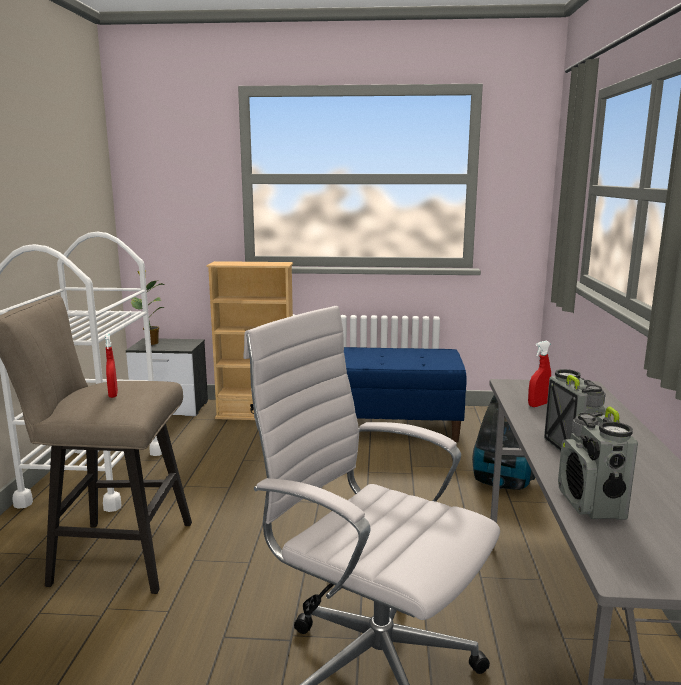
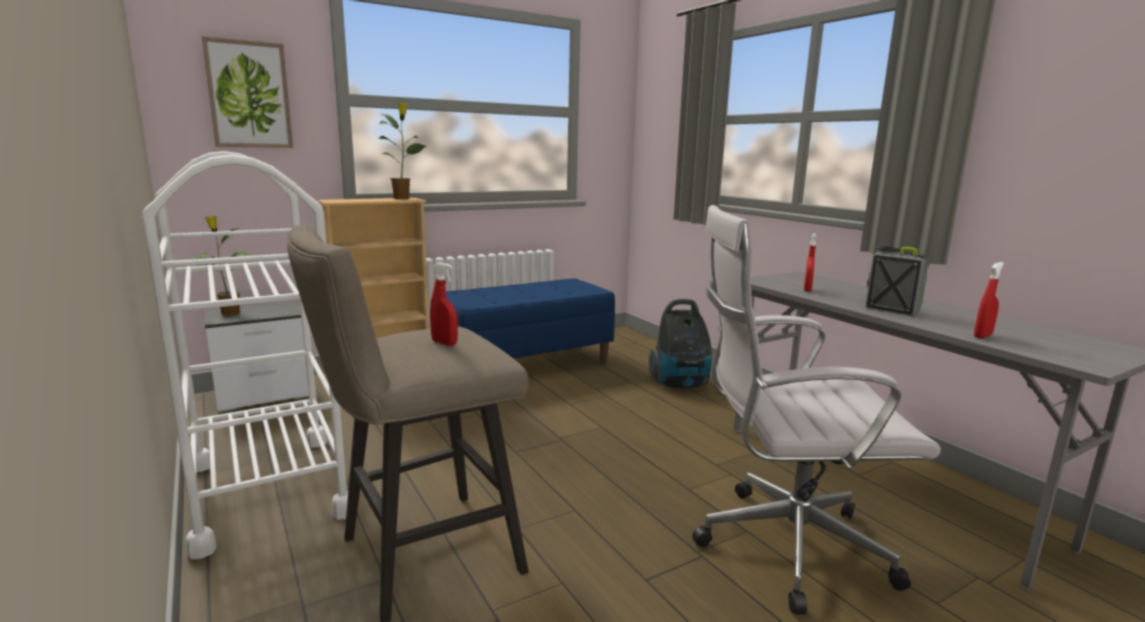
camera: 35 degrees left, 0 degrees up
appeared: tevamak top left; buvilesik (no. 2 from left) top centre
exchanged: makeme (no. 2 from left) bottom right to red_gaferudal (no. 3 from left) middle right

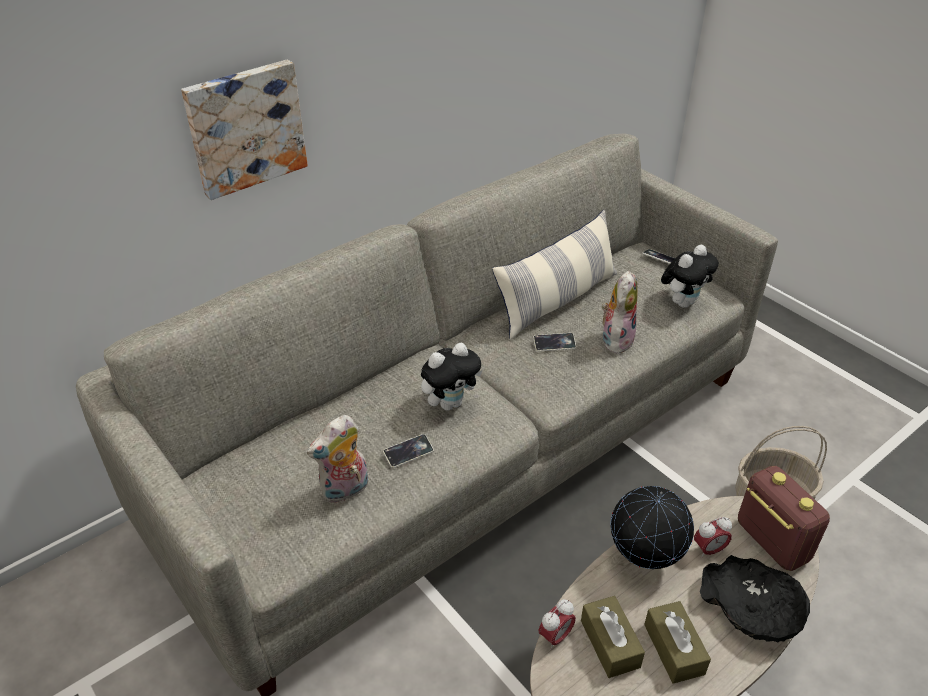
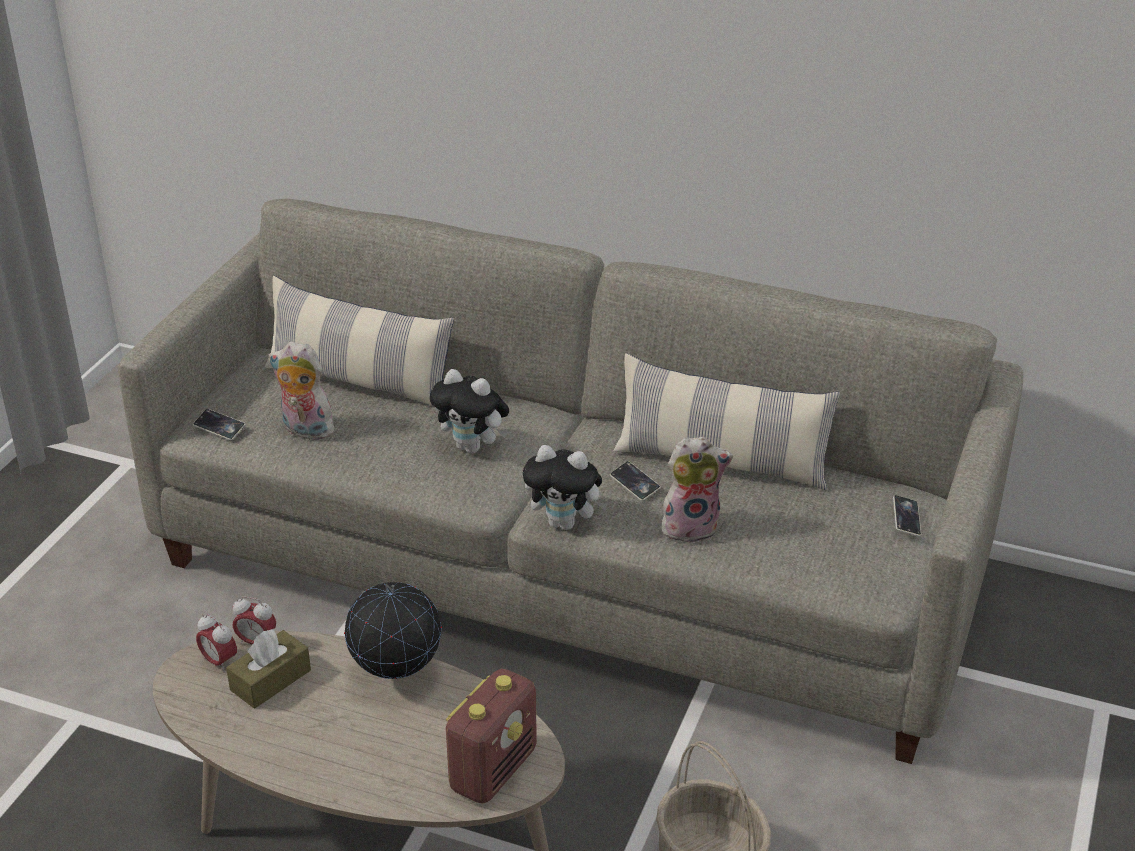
camera: 60 degrees right, 5 degrees down
missing: tevamak top left; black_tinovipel bottom right; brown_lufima (no. 2 from left) bottom right
appeared: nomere (no. 1 from left) middle left
relocated: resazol (no. 4 from left in the first image) middle right to resazol (no. 3 from left) centre; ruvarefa (no. 1 from left) centre to middle left; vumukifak (no. 2 from left in the first image) bottom right to vumukifak (no. 1 from left) bottom left

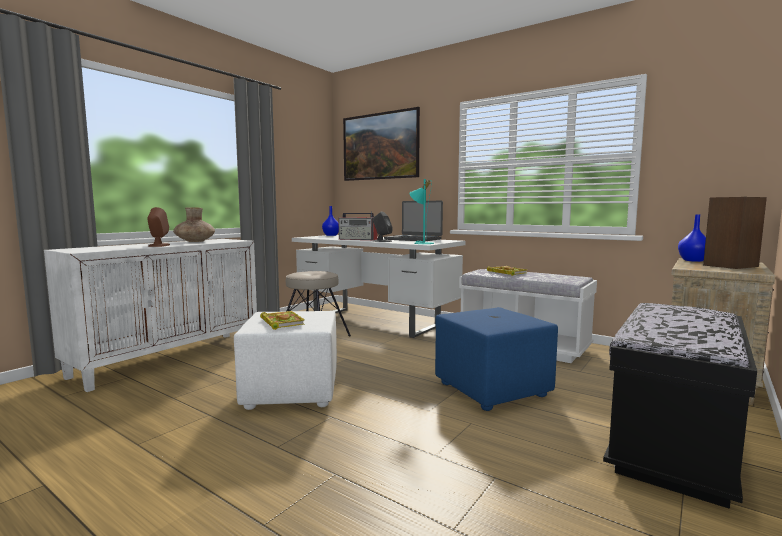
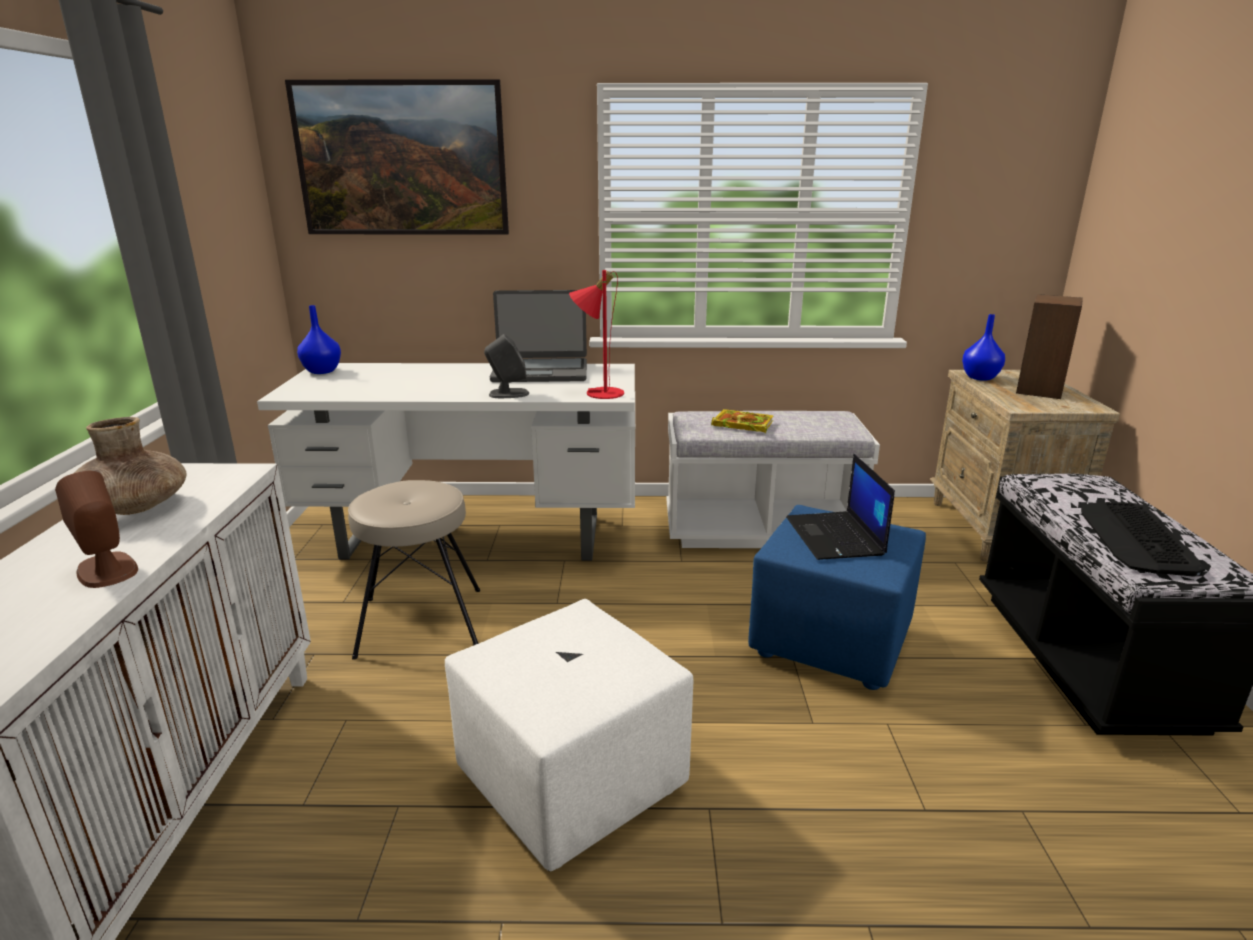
camera: 35 degrees left, 15 degrees up
missing: makeme centre; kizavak (no. 1 from left) centre
appeared: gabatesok (no. 2 from left) middle right; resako middle right
colour: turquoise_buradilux centre to red_buradilux centre

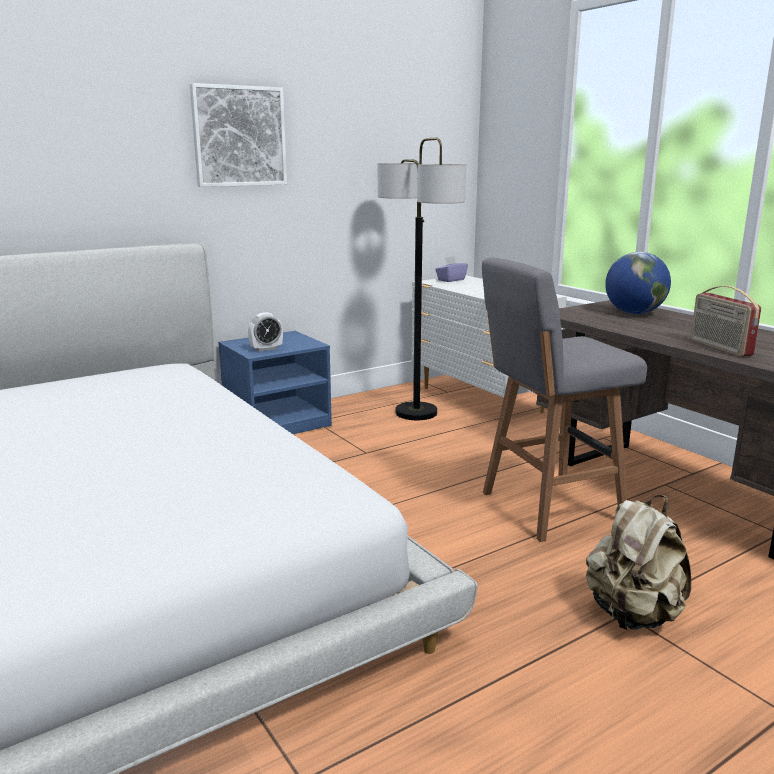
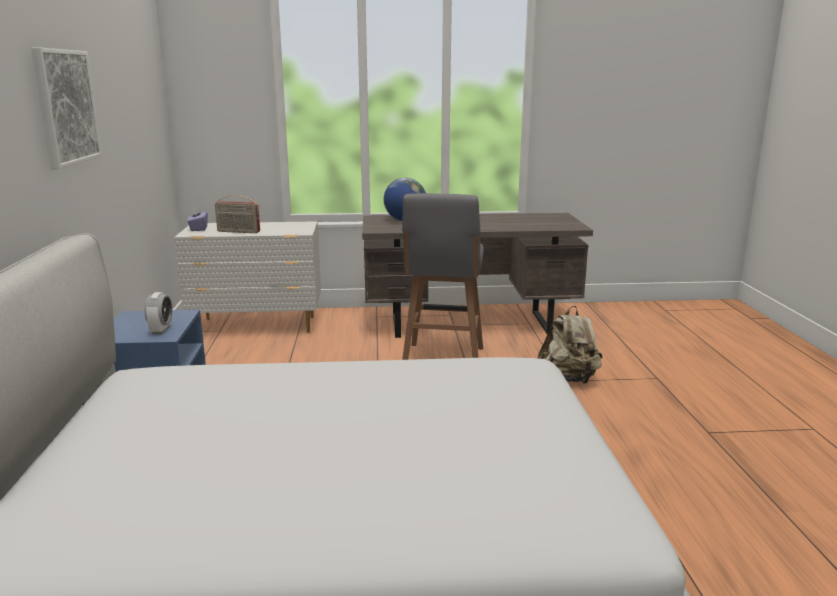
camera: 60 degrees left, 0 degrees up
missing: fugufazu centre
relocated: makeme middle right to middle left

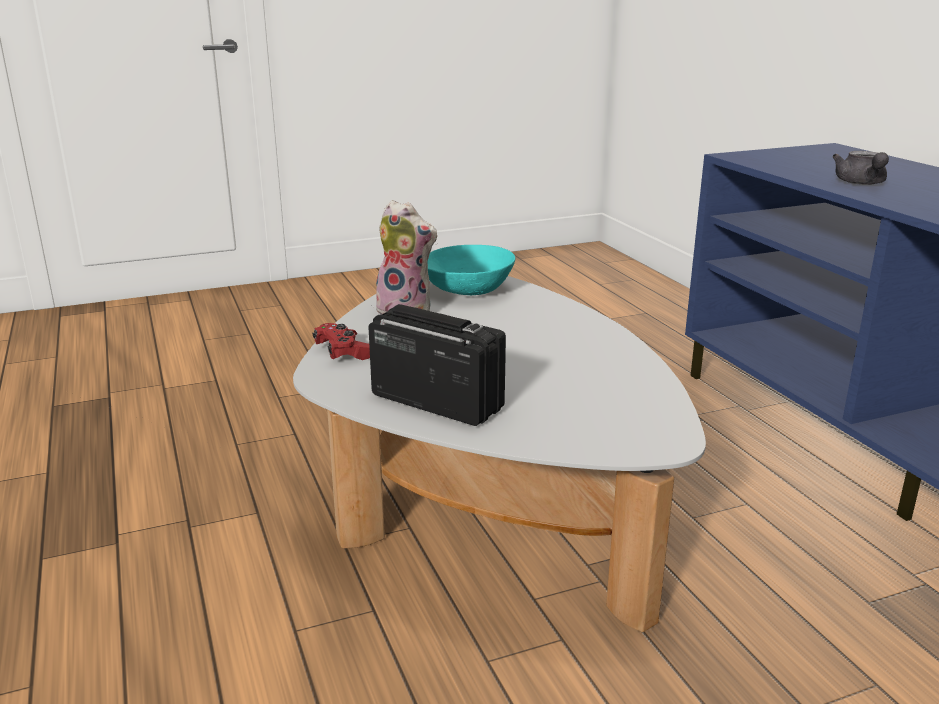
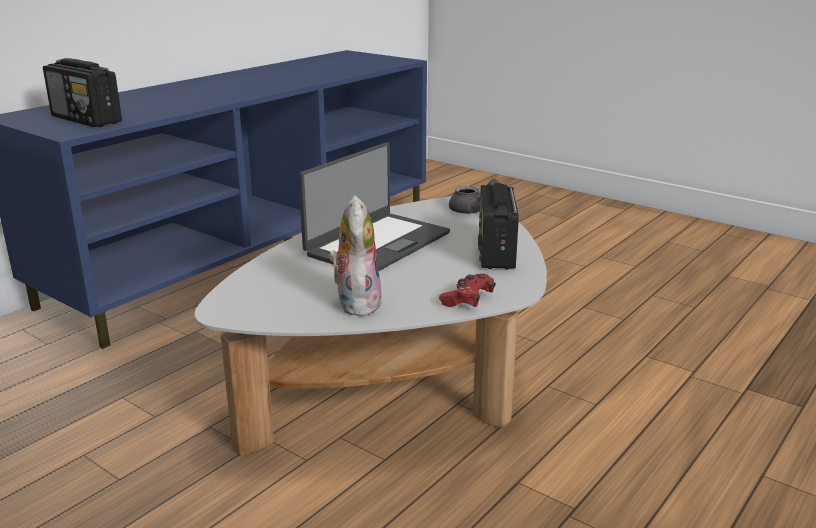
camera: 120 degrees left, 0 degrees up
missing: turquoise_tinovipel centre
appeared: makeme (no. 1 from left) top left; gabatesok centre
relocated: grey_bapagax top right to centre

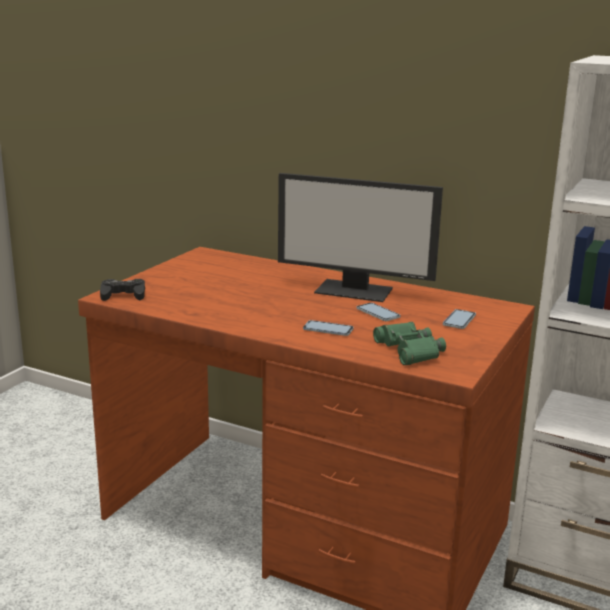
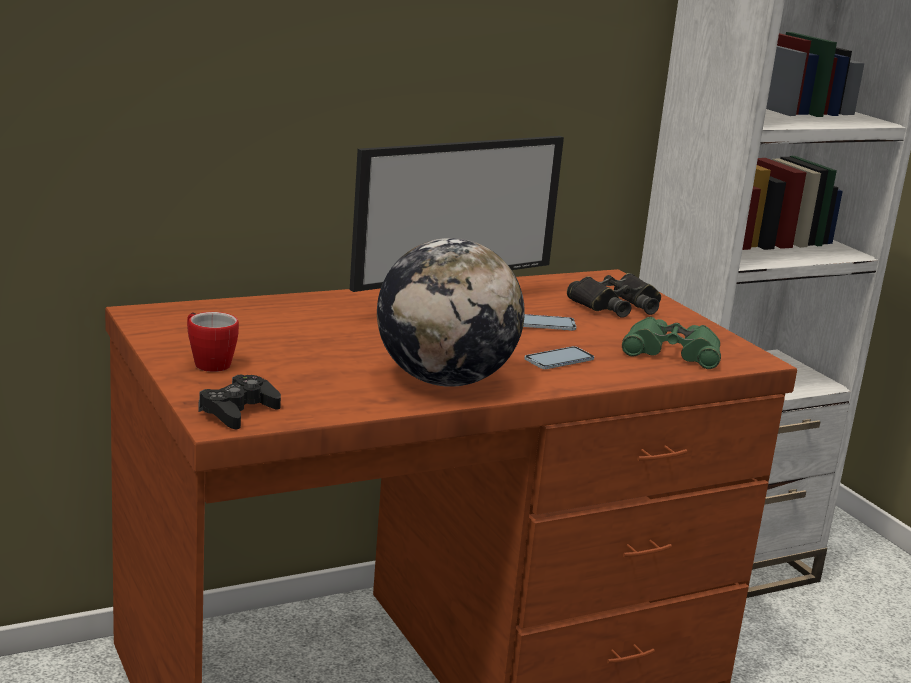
camera: 55 degrees left, 0 degrees up
appeared: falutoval centre; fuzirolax middle left
exchanged: ruvarefa (no. 3 from left) middle right to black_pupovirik middle right

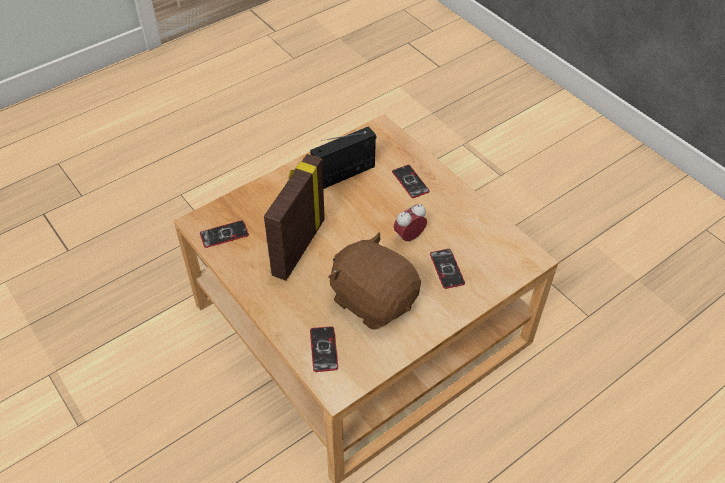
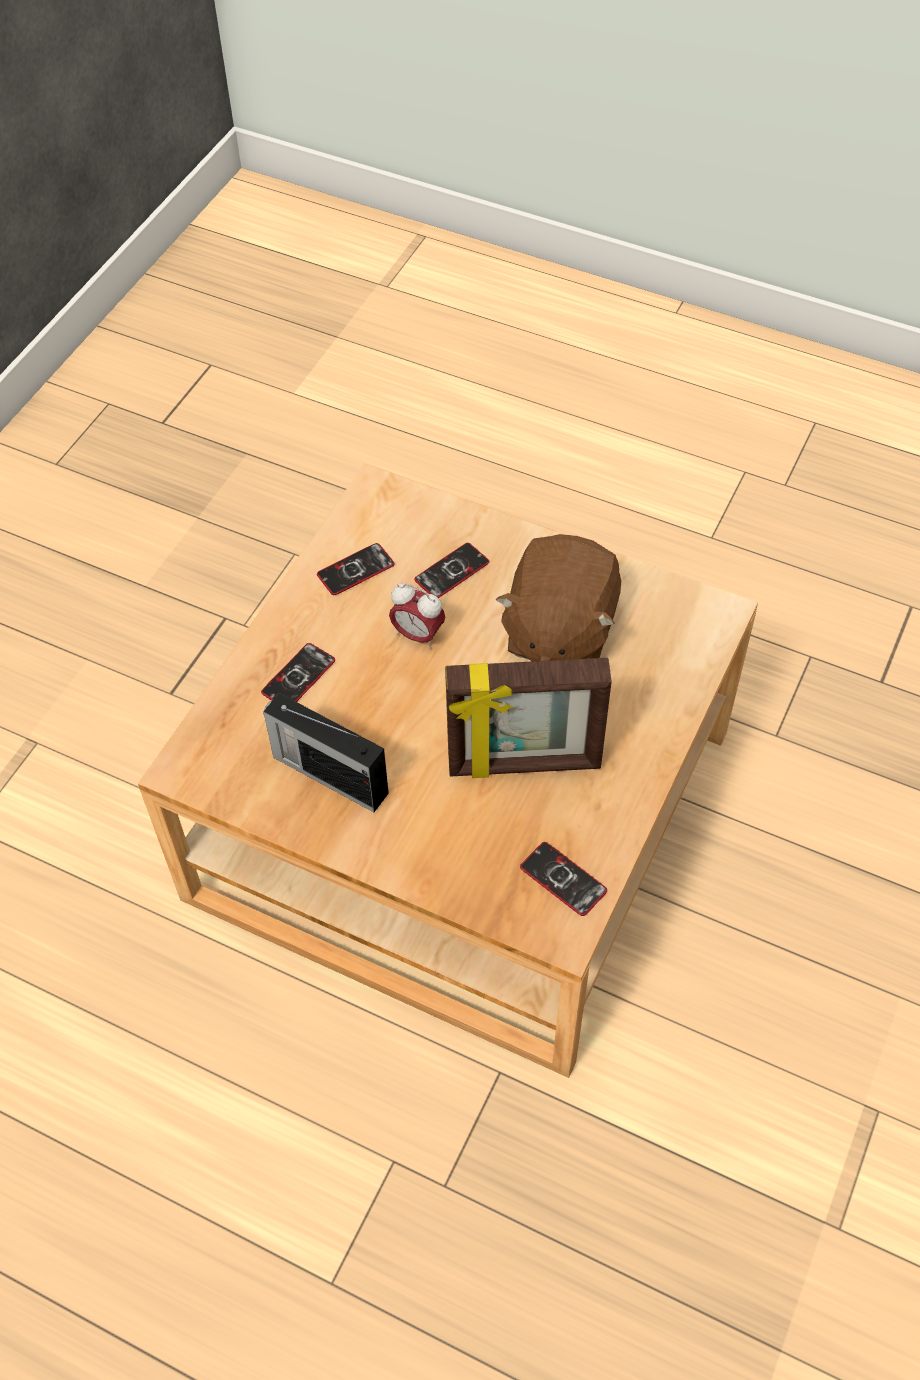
camera: 115 degrees left, 5 degrees up
relocated: ruvarefa (no. 2 from left) bottom centre to centre

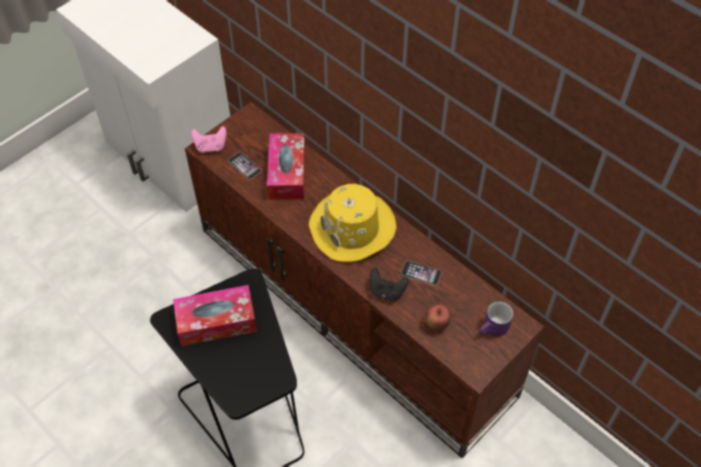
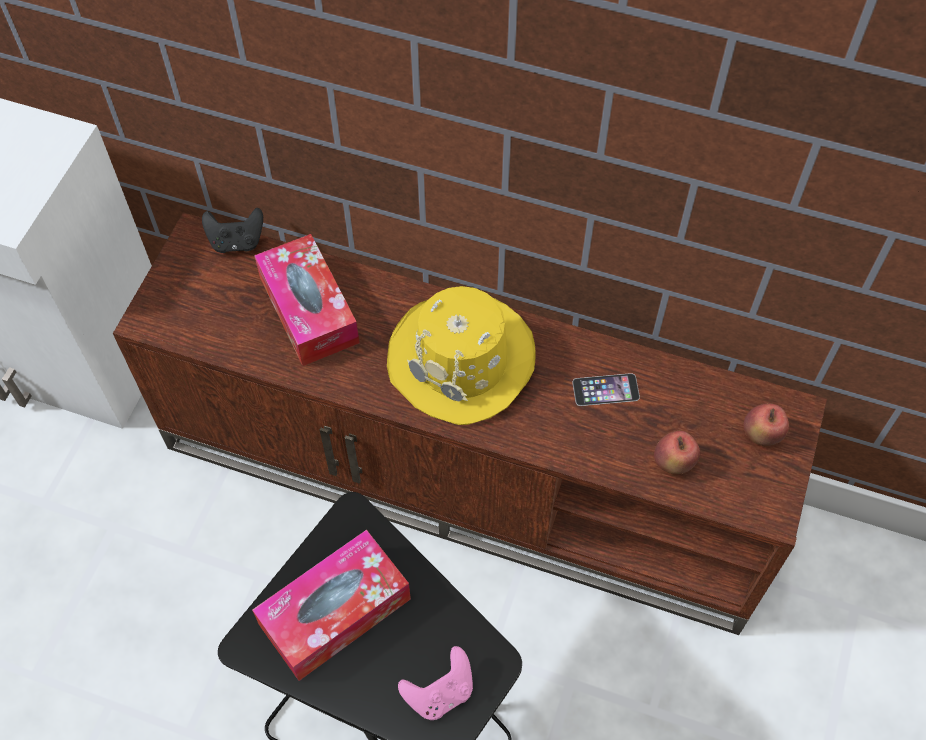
camera: 25 degrees left, 5 degrees up
missing: ruvarefa (no. 1 from left) centre
relocated: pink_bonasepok top left to bottom centre; black_bonasepok centre to top left
exchanged: purple_fuzirolax bottom right to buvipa (no. 2 from left) middle right

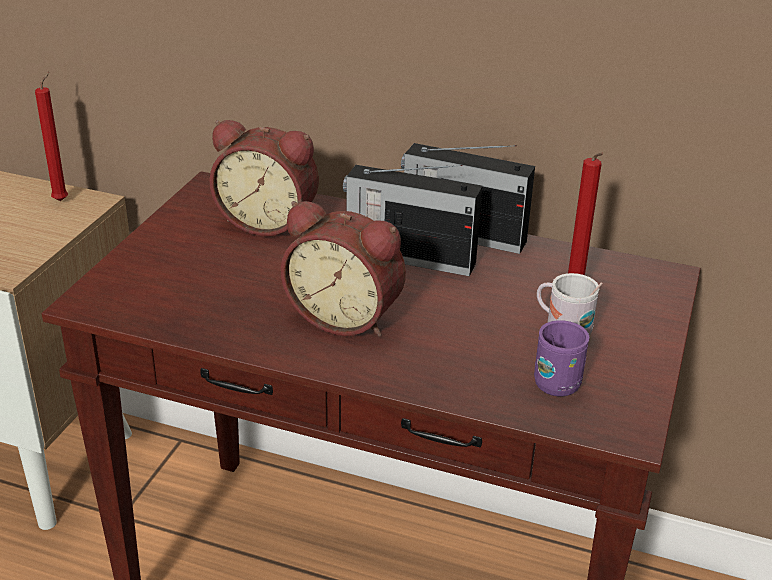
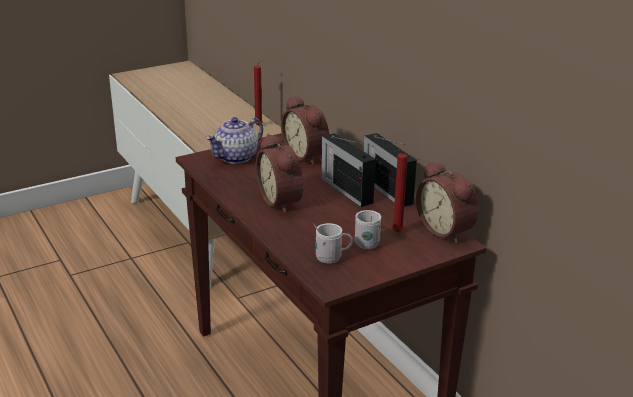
camera: 40 degrees right, 5 degrees down
appeared: bapagax centre; vumukifak (no. 3 from left) middle right
colour: purple_fuzirolax middle right to white_fuzirolax (no. 1 from left) centre

